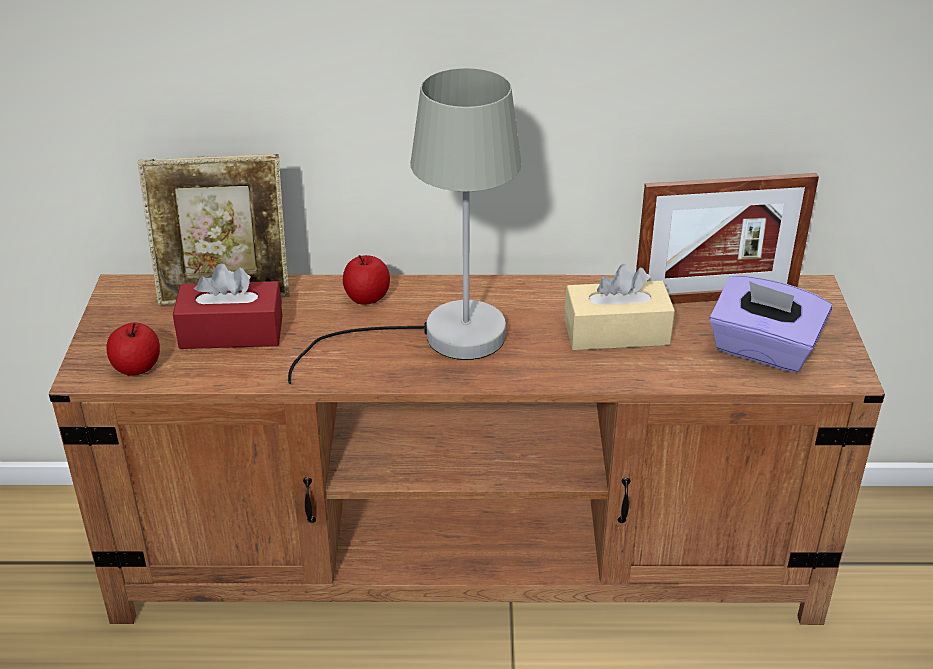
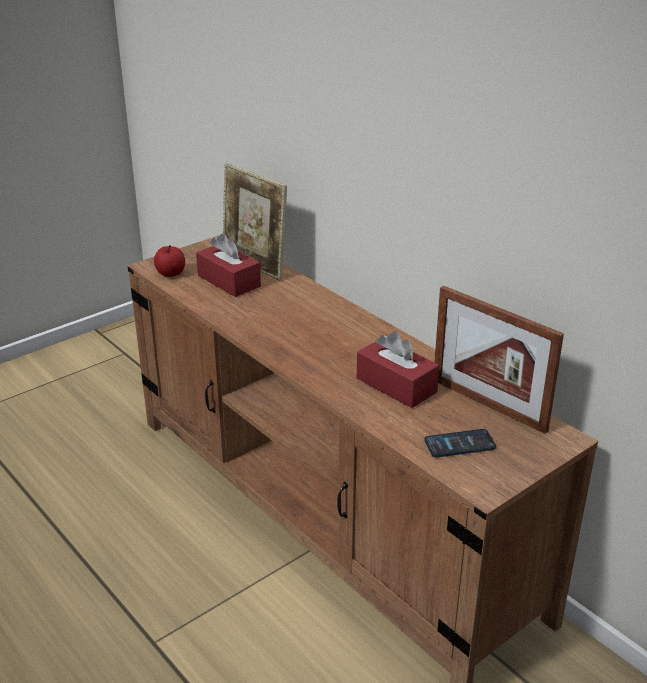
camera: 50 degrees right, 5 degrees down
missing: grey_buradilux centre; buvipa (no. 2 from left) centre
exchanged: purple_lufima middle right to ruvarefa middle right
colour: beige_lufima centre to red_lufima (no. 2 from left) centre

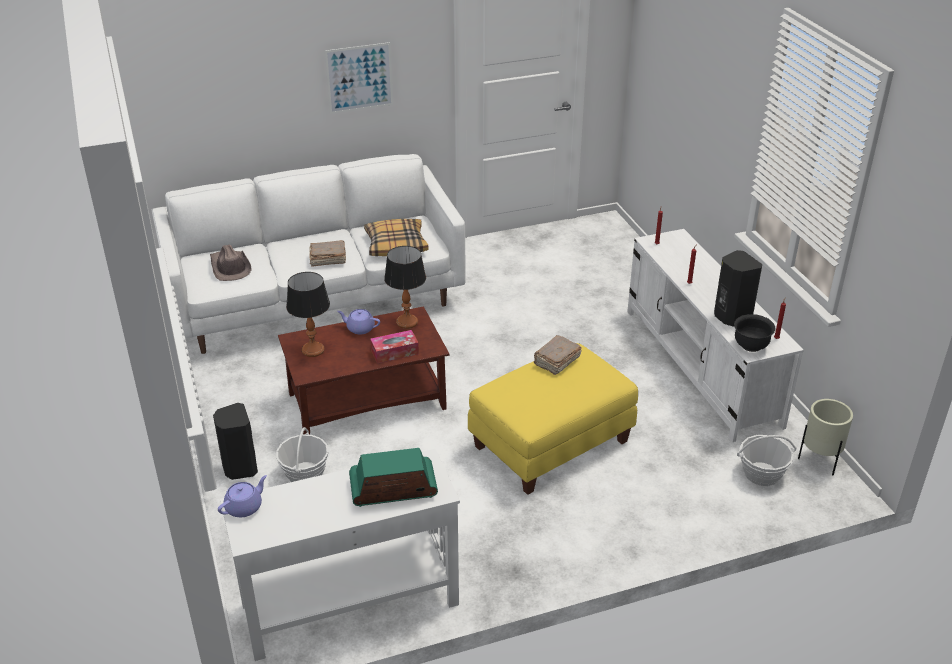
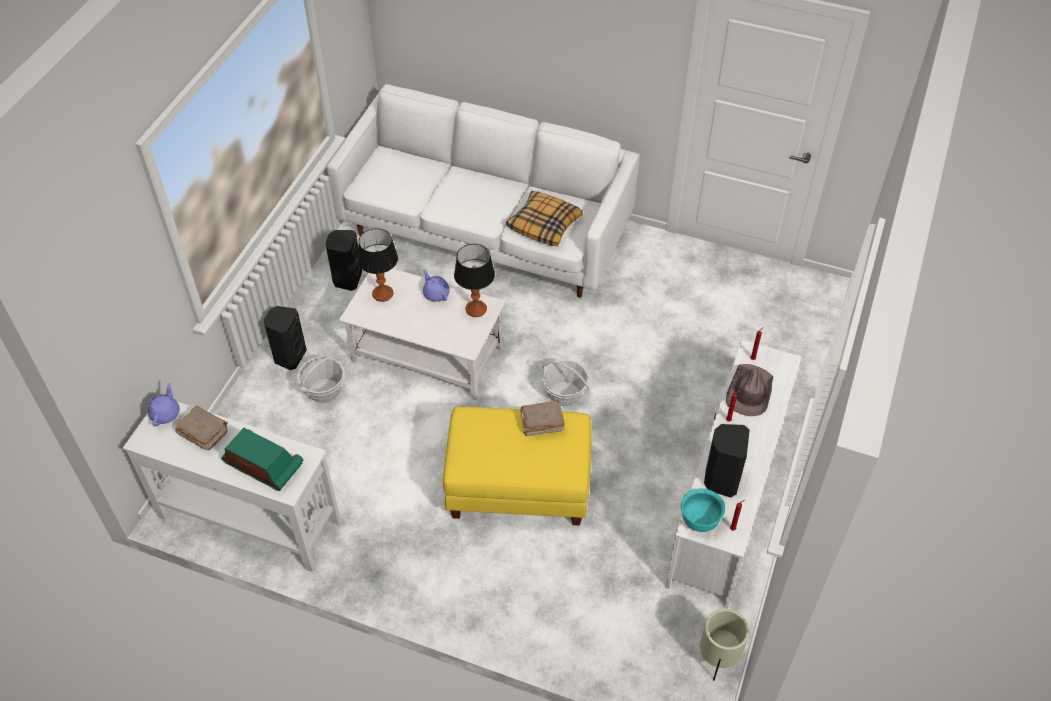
camera: 40 degrees right, 15 degrees up
missing: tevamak top centre; lufima centre
appeared: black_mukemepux (no. 2 from left) middle left
relocated: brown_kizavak (no. 1 from left) centre to middle left; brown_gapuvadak middle left to middle right; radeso (no. 2 from left) bottom right to centre
colour: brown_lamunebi centre to white_lamunebi centre; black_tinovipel middle right to turquoise_tinovipel bottom right
spun: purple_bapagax (no. 1 from left) bottom left = middle left 75 degrees counterclockwise

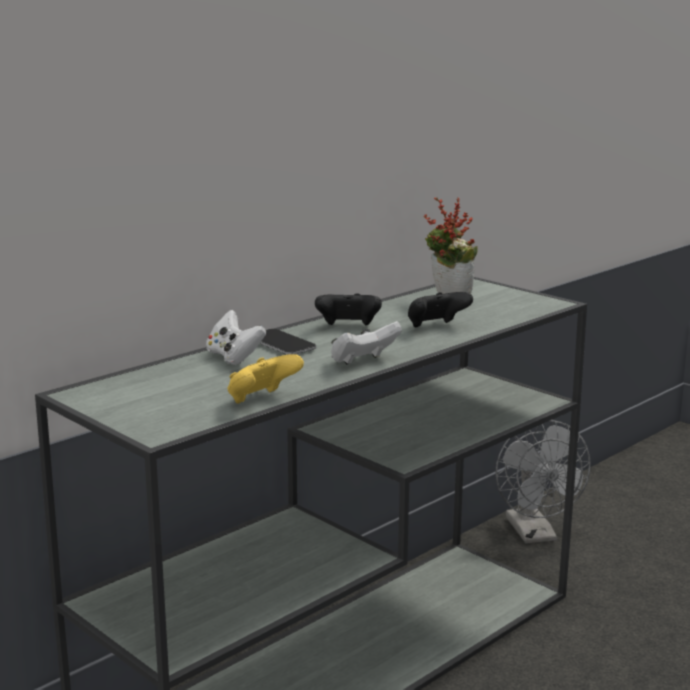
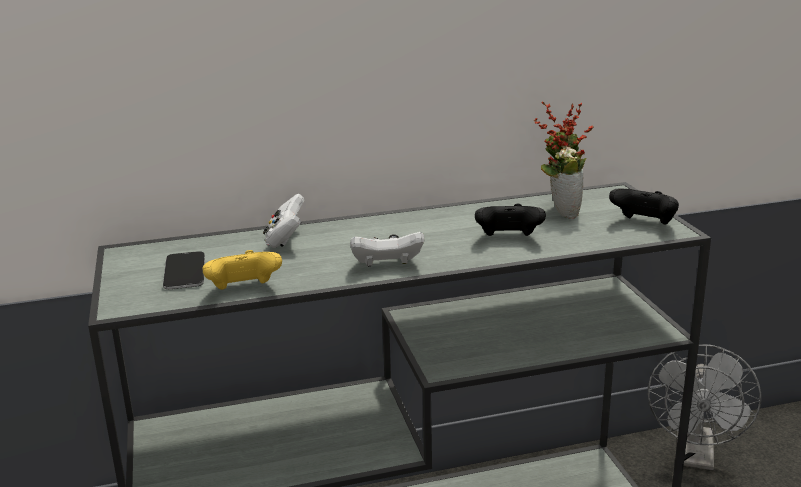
camera: 30 degrees right, 5 degrees up
relocated: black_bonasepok (no. 1 from left in the first image) centre to black_bonasepok (no. 2 from left) middle right; ruvarefa centre to middle left

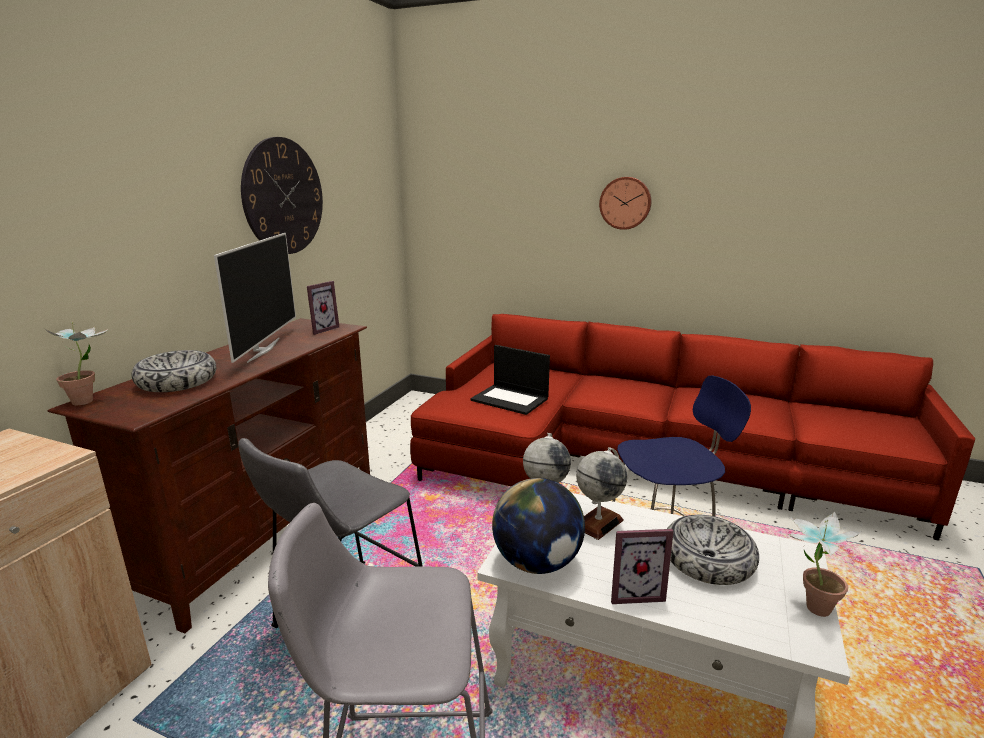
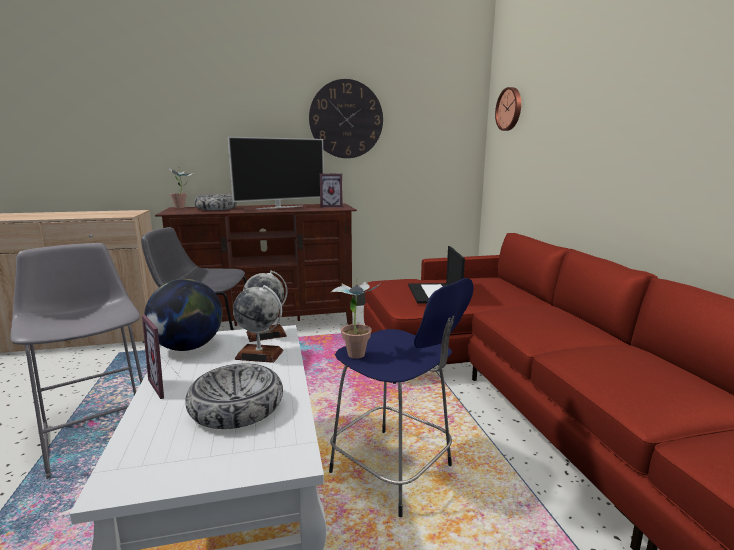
camera: 55 degrees right, 5 degrees down
relocated: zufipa (no. 2 from left) top centre to top right; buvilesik (no. 2 from left) bottom right to centre

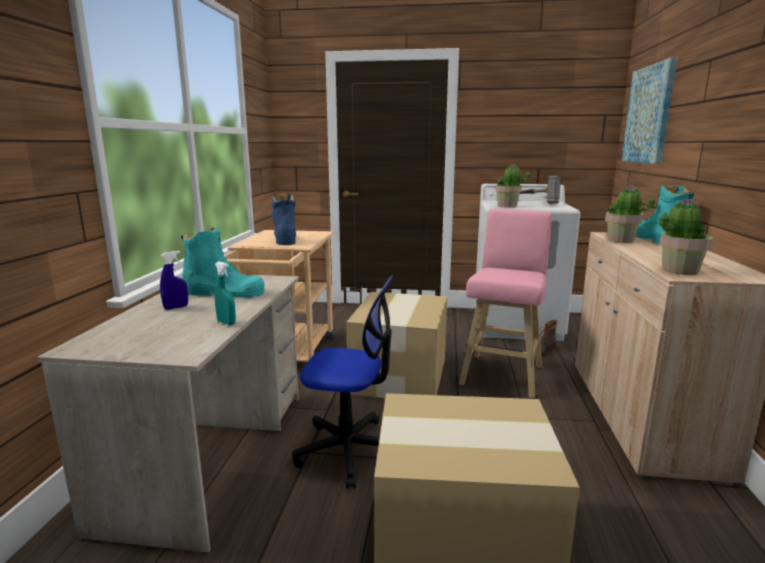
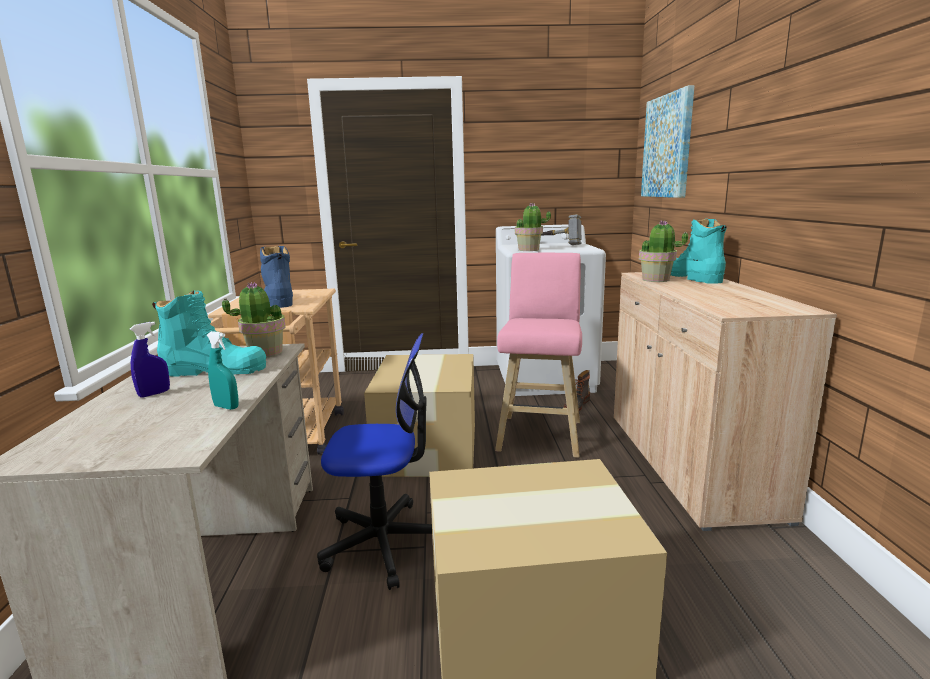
camera: 10 degrees left, 0 degrees up
relocated: buvilesik (no. 3 from left in the first image) middle right to buvilesik (no. 1 from left) middle left

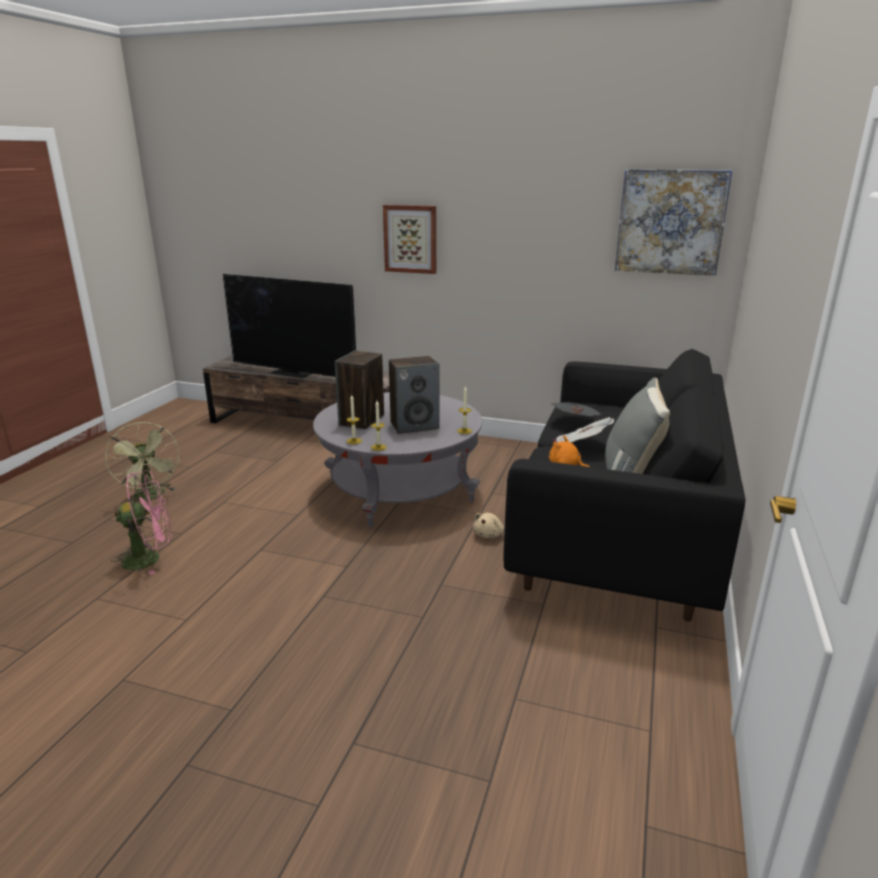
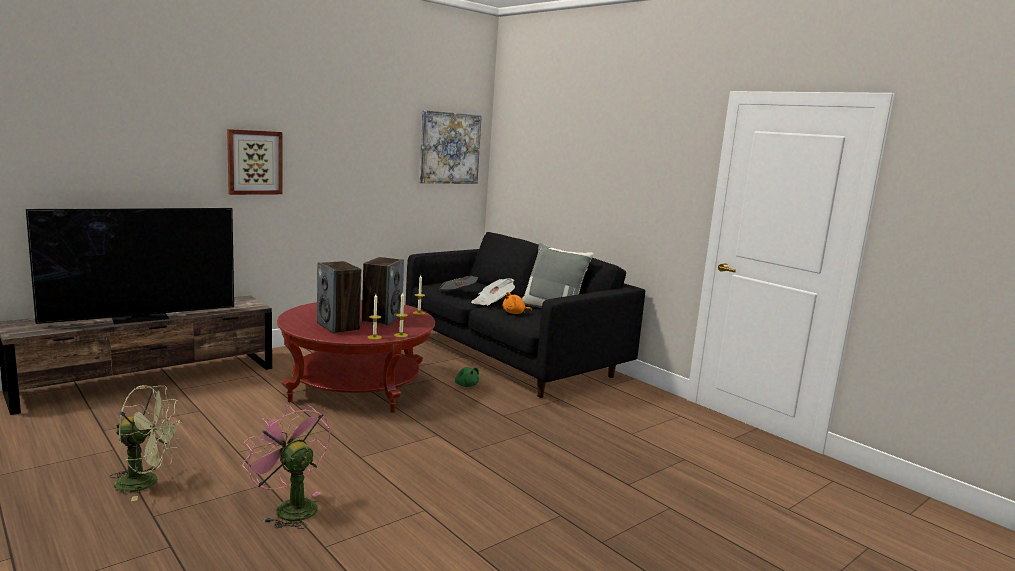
camera: 60 degrees left, 10 degrees down
colour: grey_lamunebi centre to red_lamunebi centre; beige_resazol centre to green_resazol centre
spun: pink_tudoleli middle left = bottom left 60 degrees counterclockwise

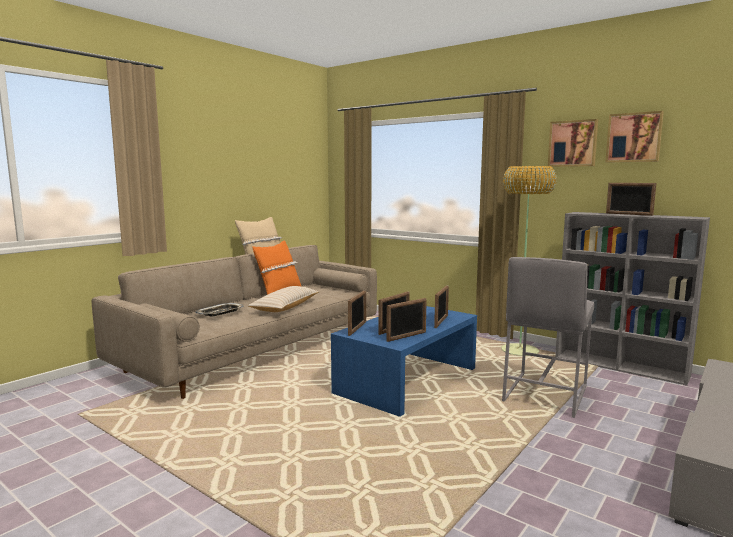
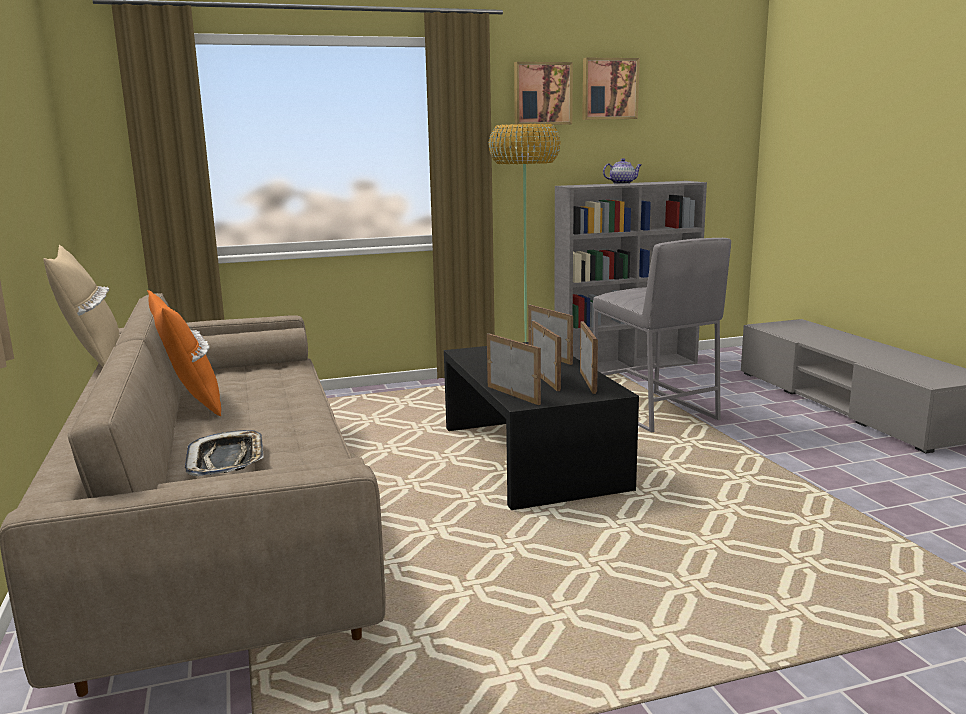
camera: 55 degrees left, 5 degrees up
missing: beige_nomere (no. 2 from left) centre
exchanged: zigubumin (no. 5 from left) middle right to bapagax top centre
colour: blue_lamunebi bottom centre to black_lamunebi centre

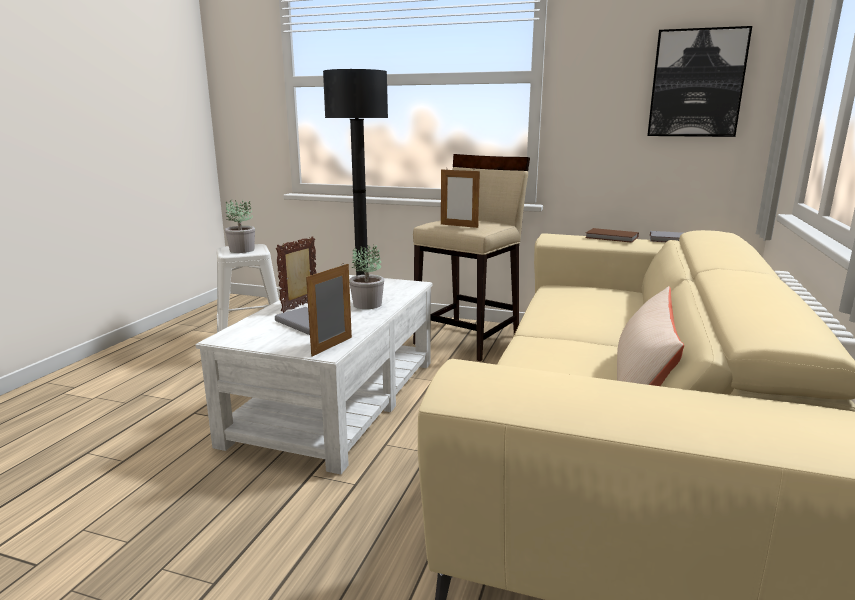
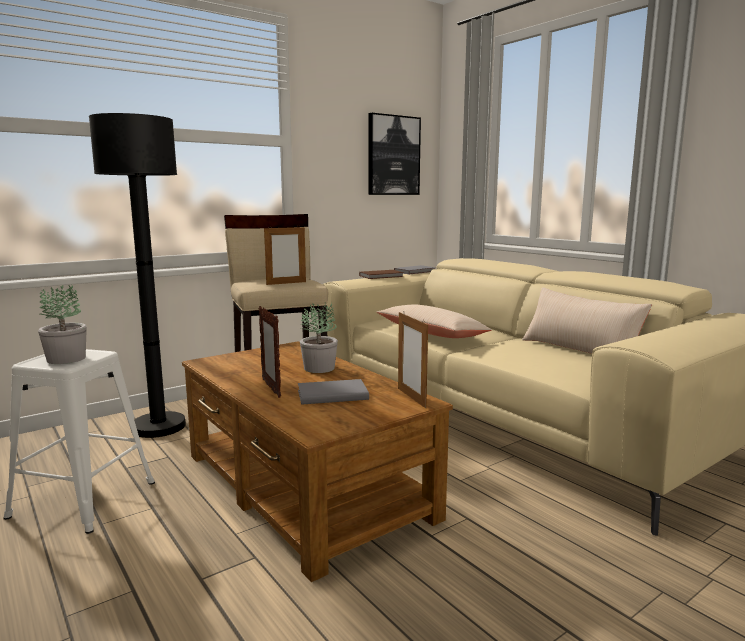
camera: 55 degrees left, 5 degrees down
appeared: beige_nomere (no. 1 from left) centre
colour: white_lamunebi centre to brown_lamunebi bottom centre

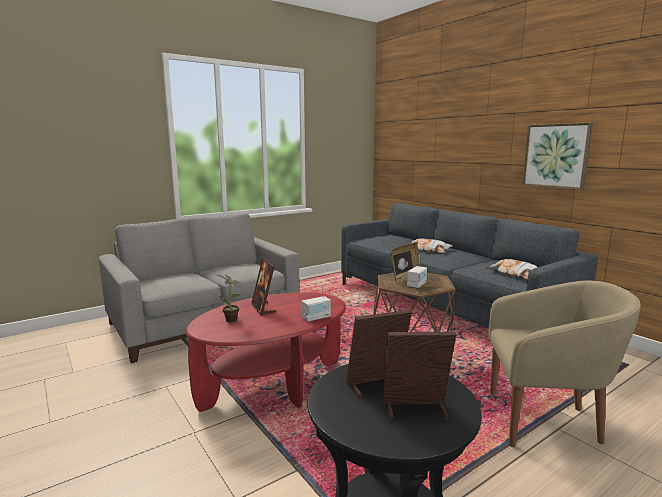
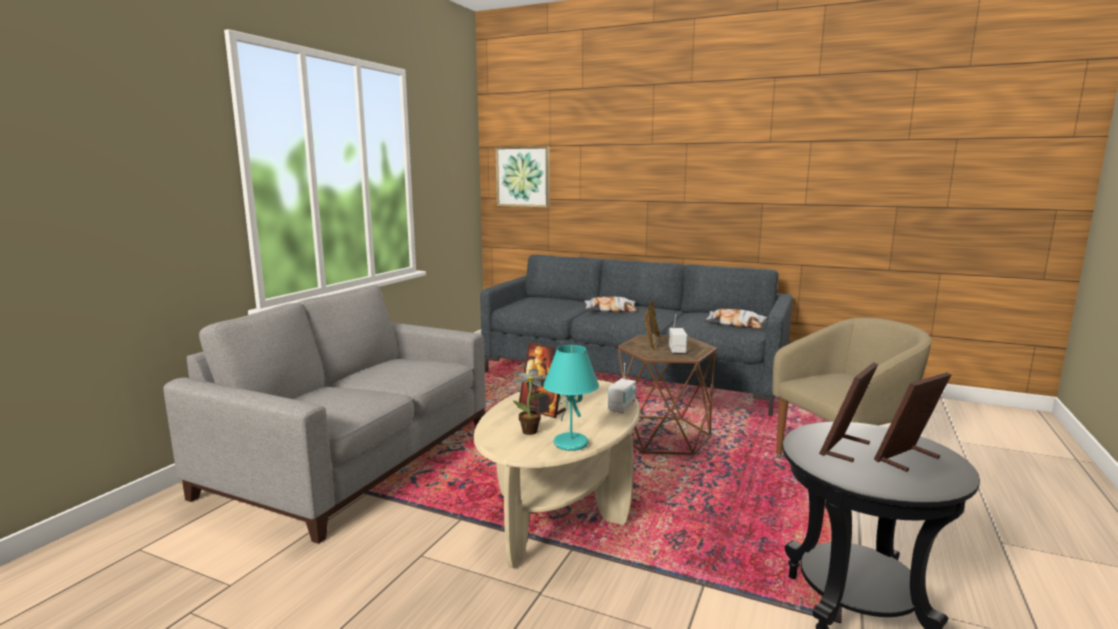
camera: 30 degrees left, 0 degrees up
appeared: turquoise_buradilux centre
relocated: tevamak top right to top centre
colour: red_lamunebi bottom centre to beige_lamunebi bottom centre

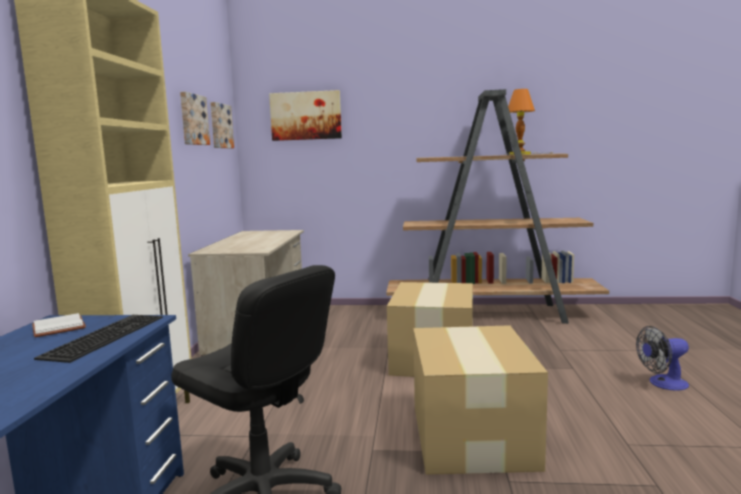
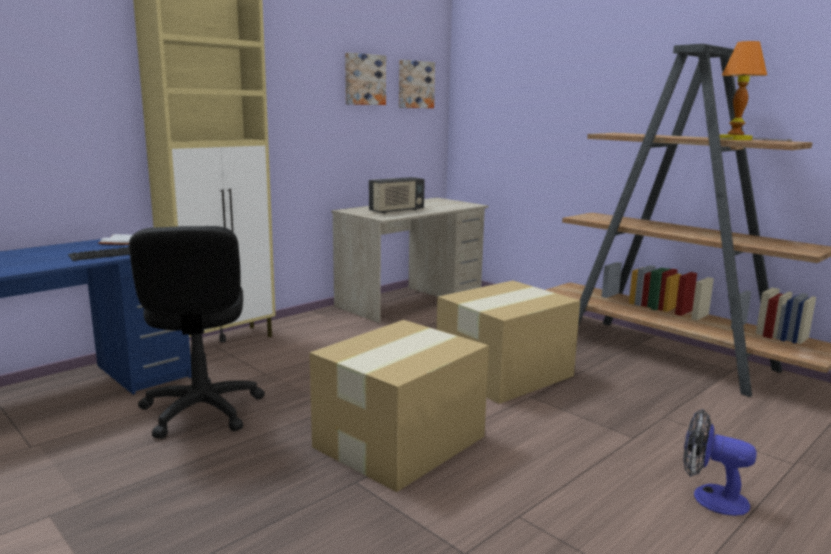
camera: 40 degrees right, 5 degrees up
missing: tevamak (no. 3 from left) top centre
appeared: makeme centre

